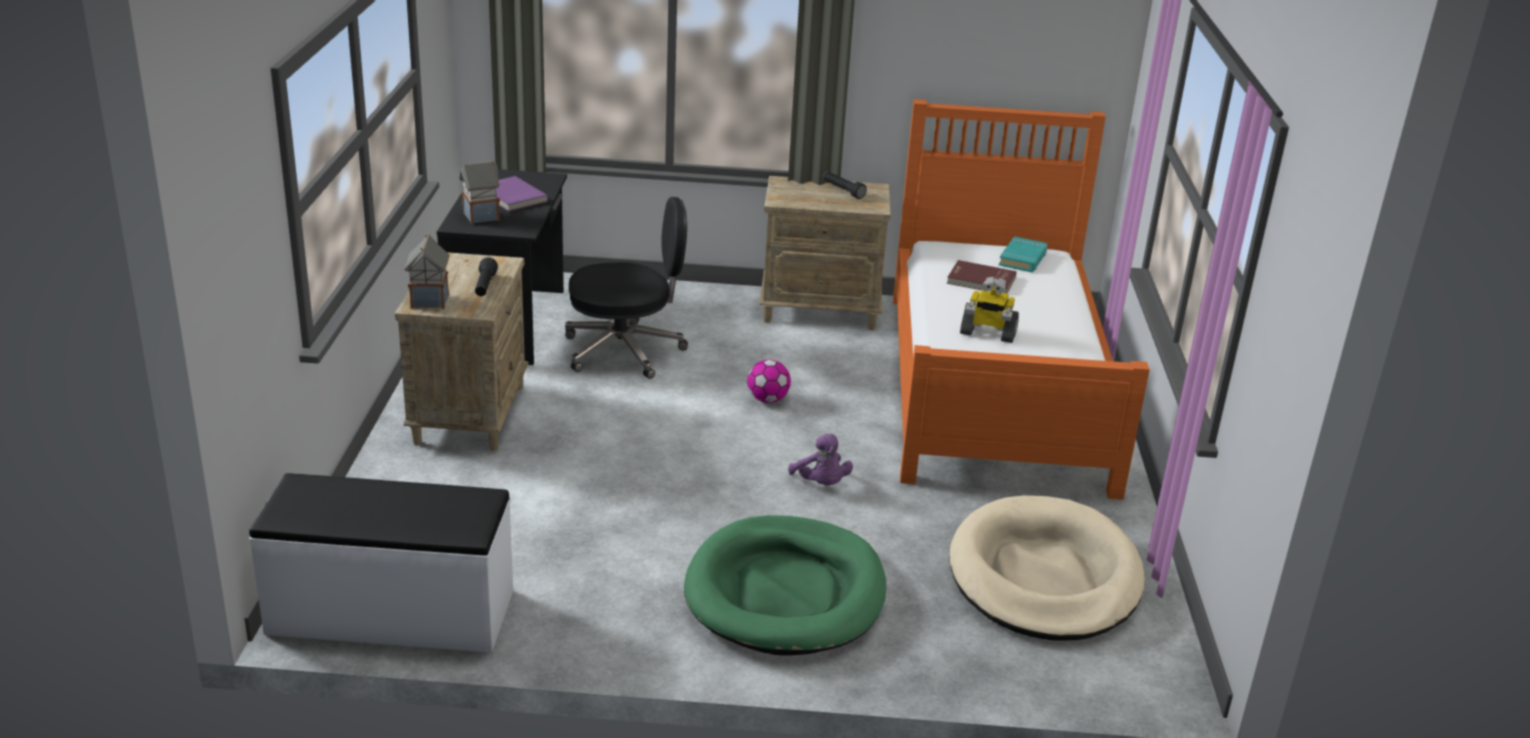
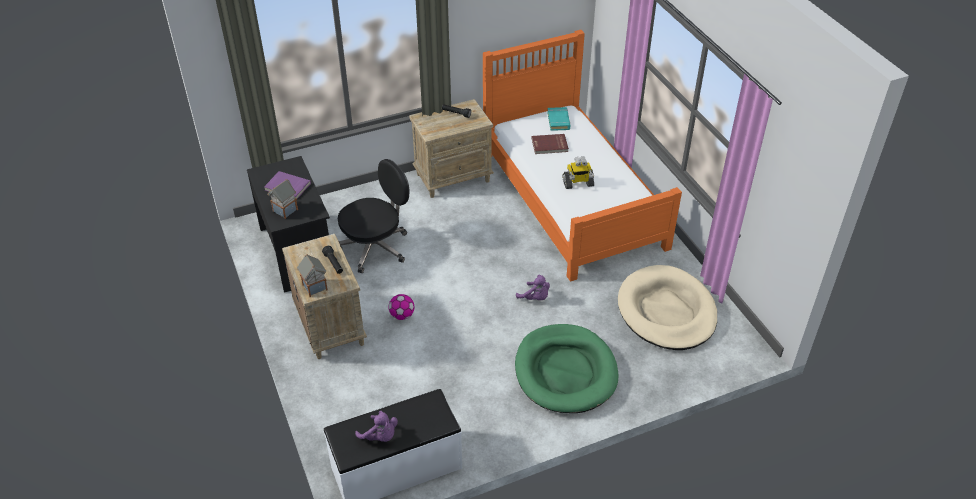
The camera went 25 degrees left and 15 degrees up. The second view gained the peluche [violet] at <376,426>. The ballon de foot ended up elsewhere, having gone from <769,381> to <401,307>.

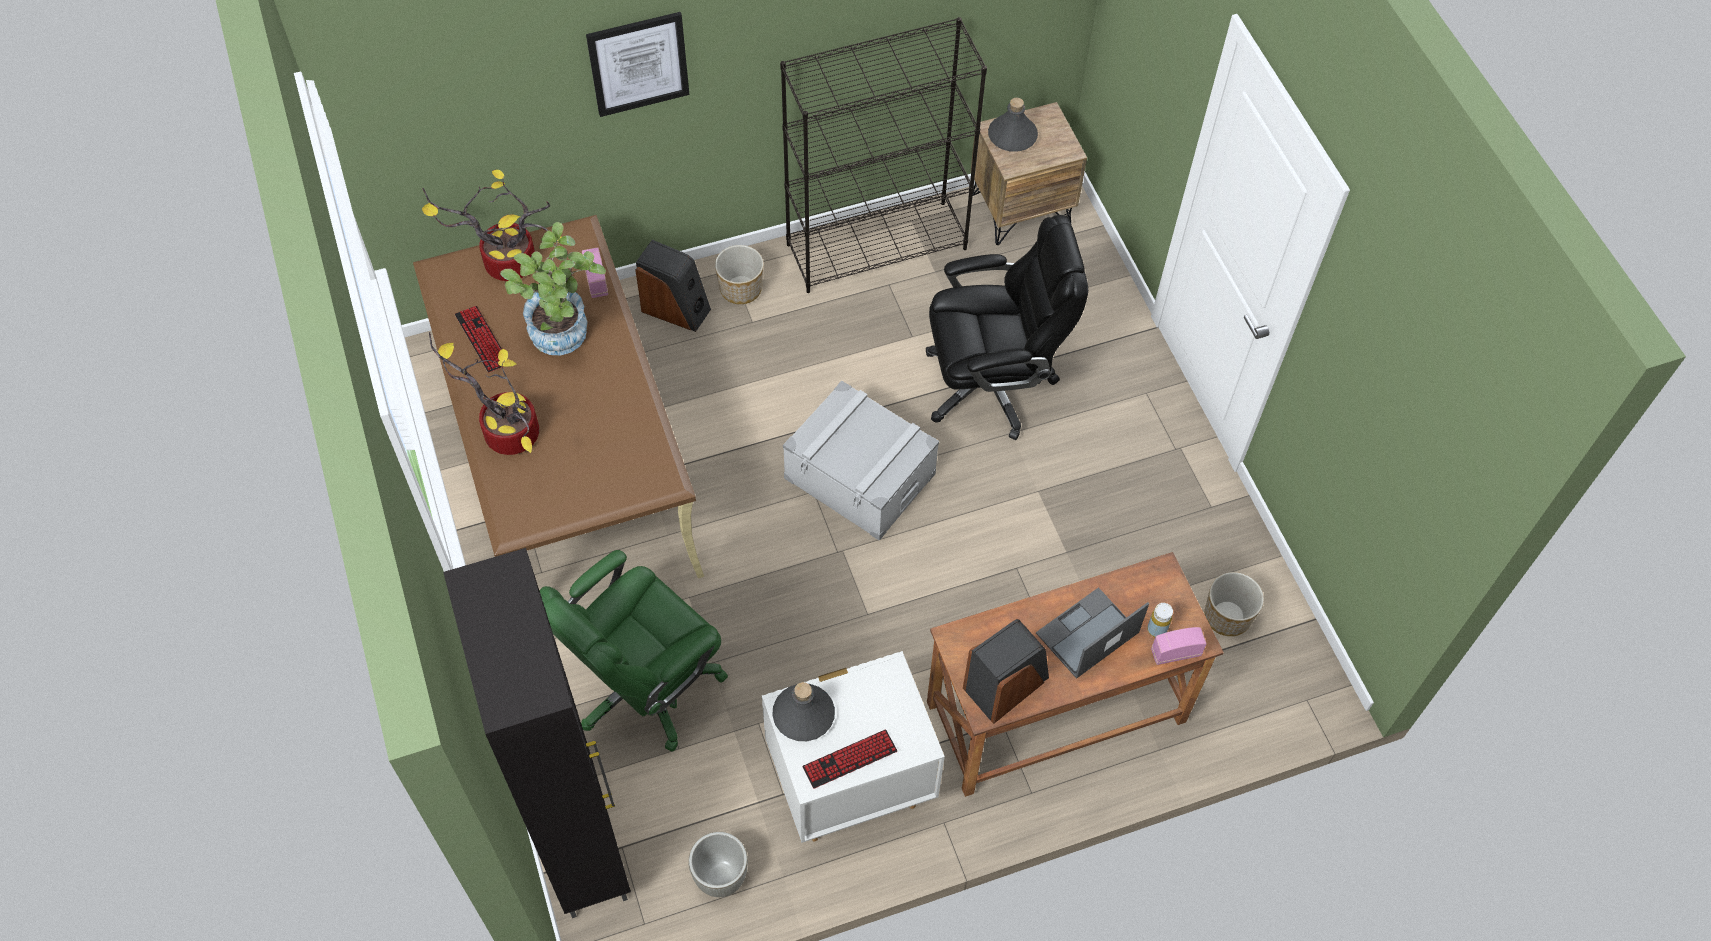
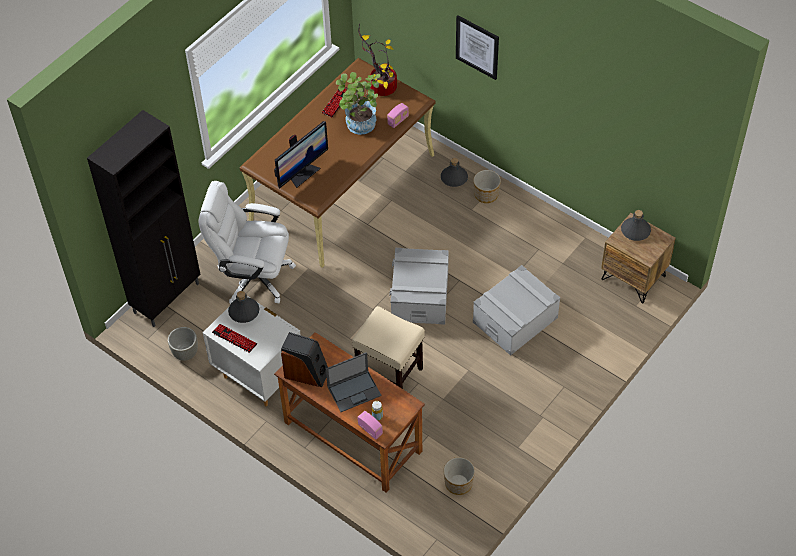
The camera went 60 degrees right and 5 degrees down. What was the chaise de bureau [vert] at <633,650> turned into the chaise de bureau [blanc] at <247,242>. The second view gained the écran d'ordinateur at <301,154>. The ordinateur portable at <1092,633> ended up facing another way, 135 degrees clockwise from before. The second view gained the tabouret [beige] at <388,347>. Where the enceinte stood at <673,286>, the bouteille [gris] came to stand at <454,172>. Where the chaise de bureau [noir] stood at <1007,327>, the boîte de rangement [gris] came to stand at <516,310>. The second view lost the plante en pot at <484,393>. The second view lost the bibliothèque [noir] at <883,155>.

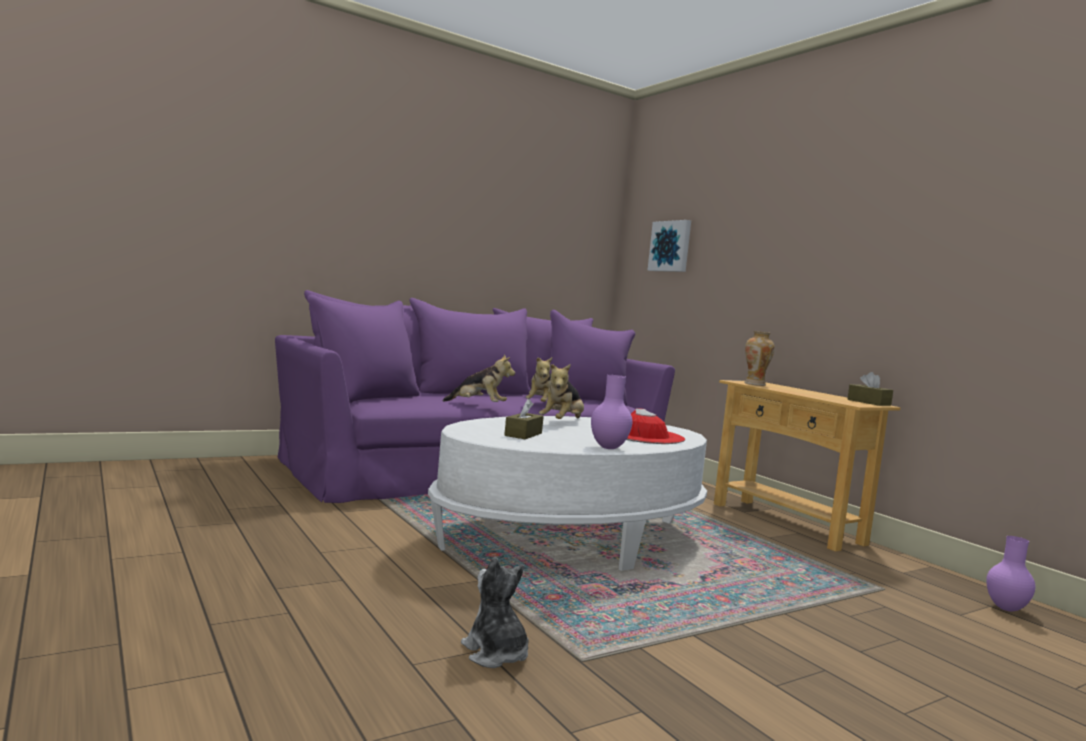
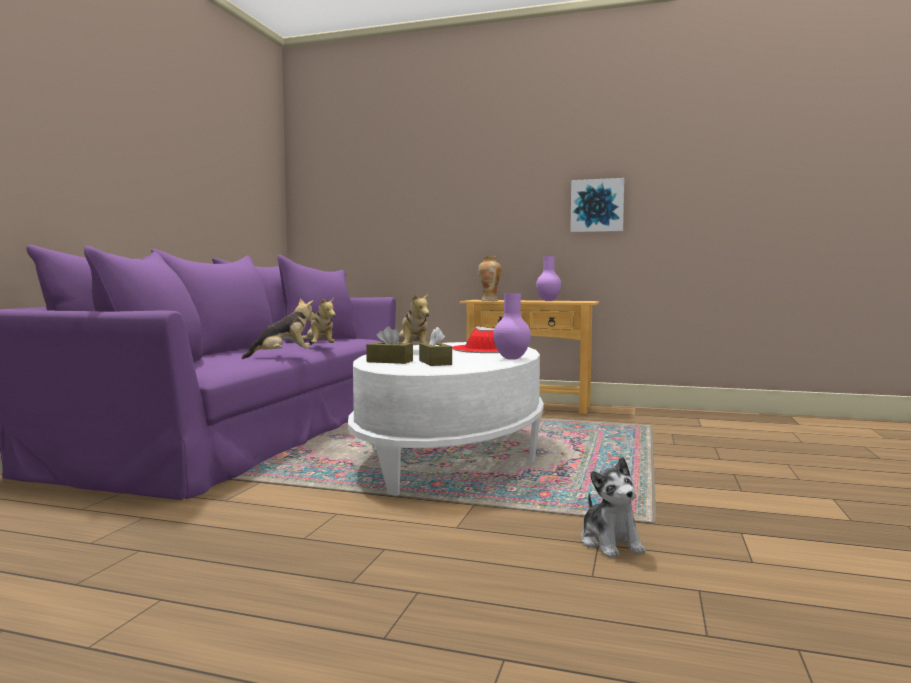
The camera went 40 degrees left and 0 degrees up. The boîte à mouchoirs [marron] ended up elsewhere, having gone from <870,389> to <389,345>. The vase [violet] ended up elsewhere, having gone from <1011,574> to <548,278>. The tableau ended up elsewhere, having gone from <669,246> to <597,205>. The peluche at <495,612> ended up facing another way, 120 degrees counterclockwise from before.

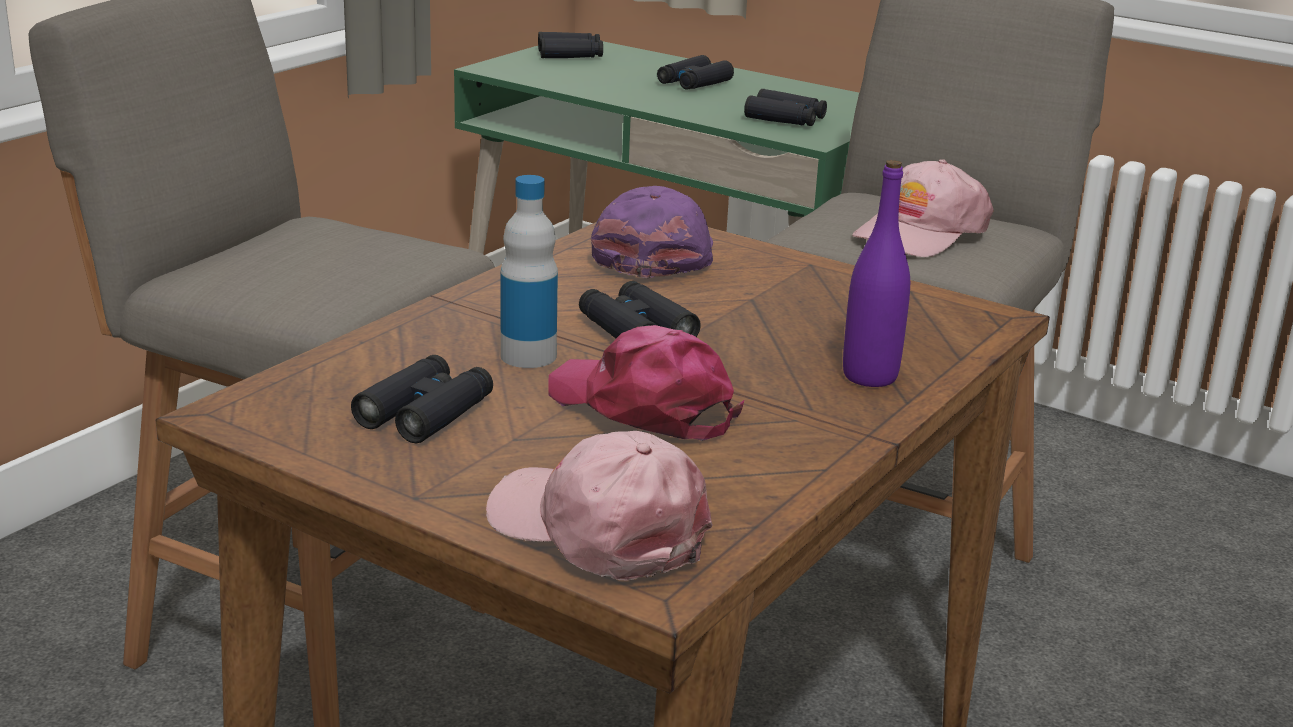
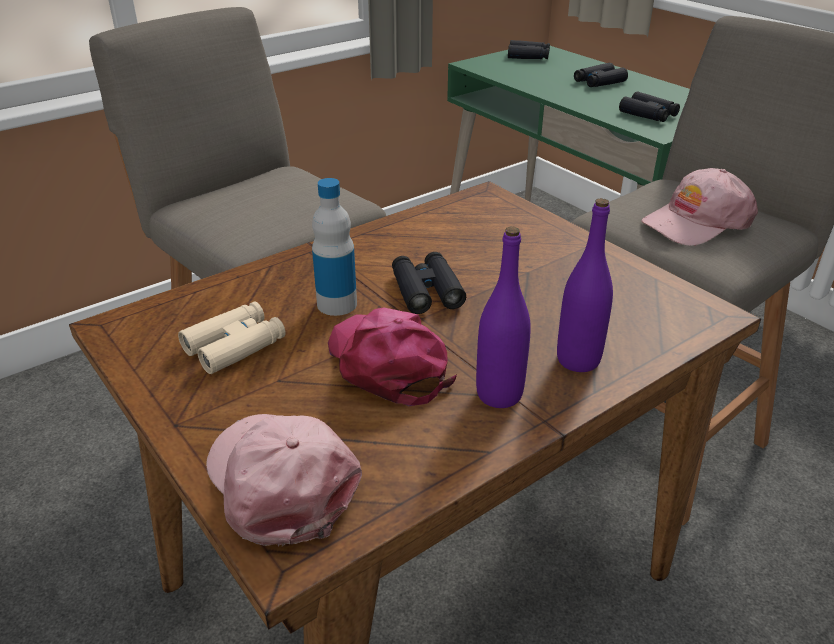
The camera went 20 degrees right and 10 degrees up. What was the jumelles [noir] at <422,399> turned into the jumelles [beige] at <232,338>. The second view gained the bouteille [violet] at <503,317>. The second view lost the casquette [violet] at <652,232>.

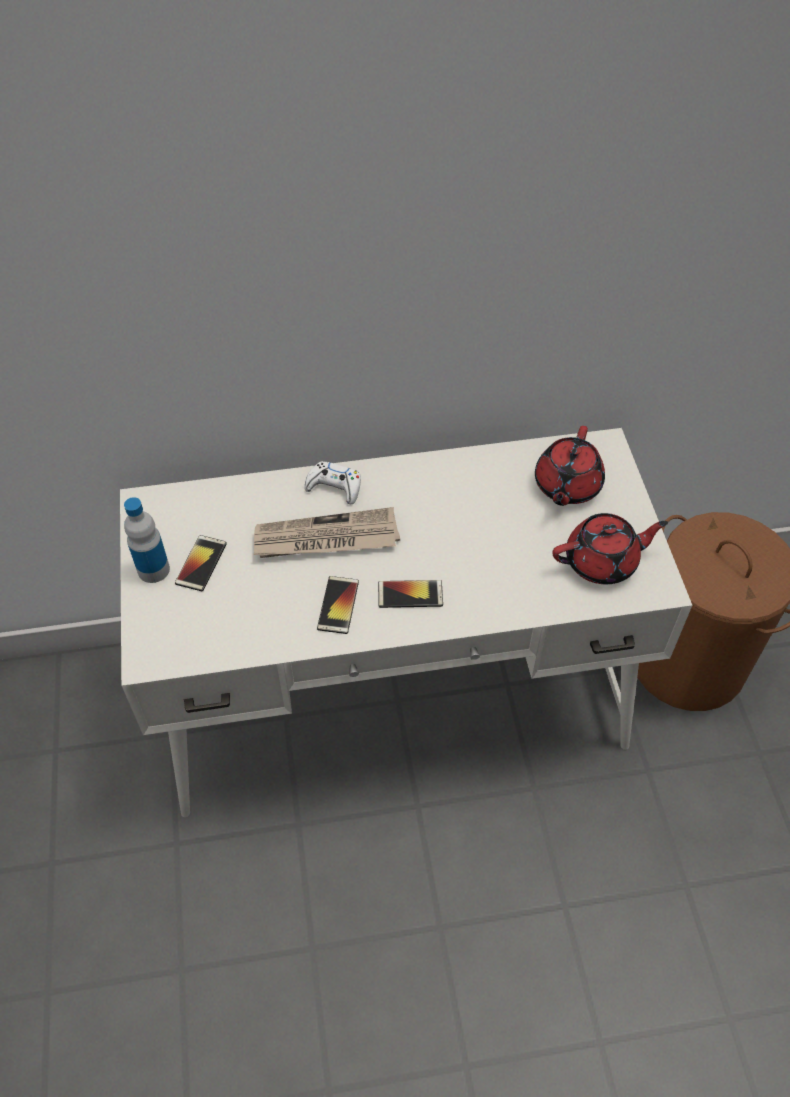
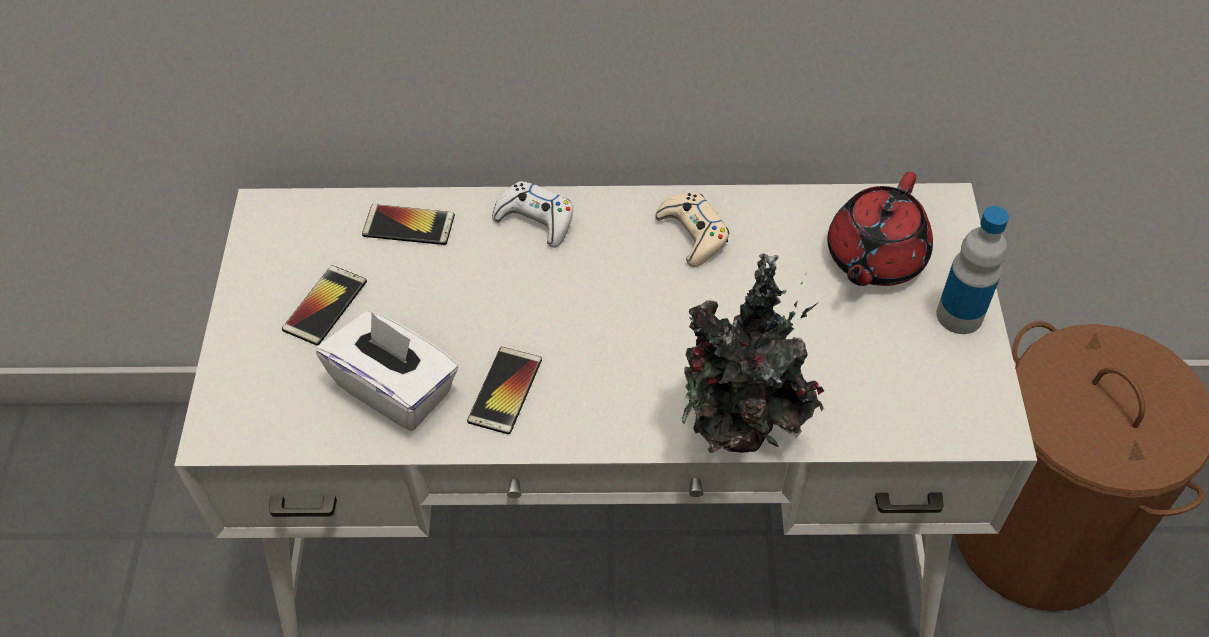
The camera went 10 degrees right and 0 degrees up. The second view gained the boîte à mouchoirs [blanc] at <387,371>. The téléphone ended up elsewhere, having gone from <410,594> to <408,224>. The second view gained the manette [beige] at <692,229>. The second view gained the plante en pot at <752,353>. The bouteille ended up elsewhere, having gone from <147,540> to <972,270>. The second view lost the journal at <327,532>. The second view lost the théière [rouge] at <610,548>.

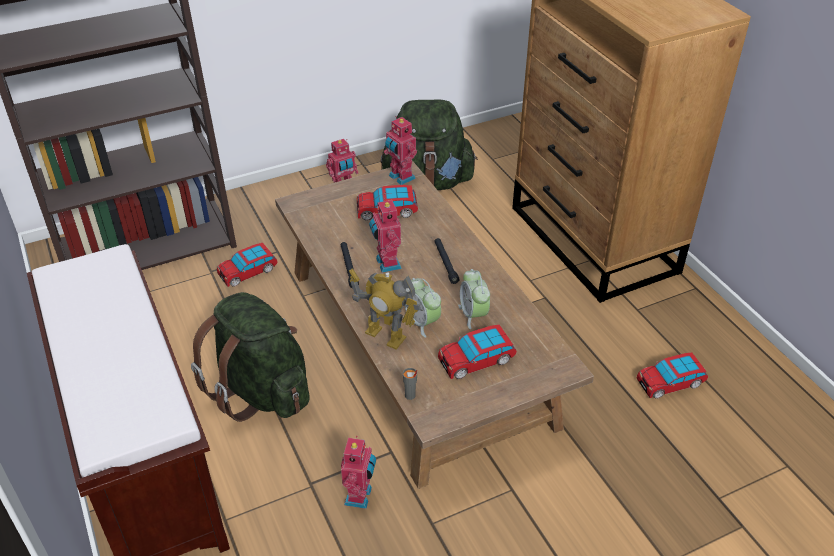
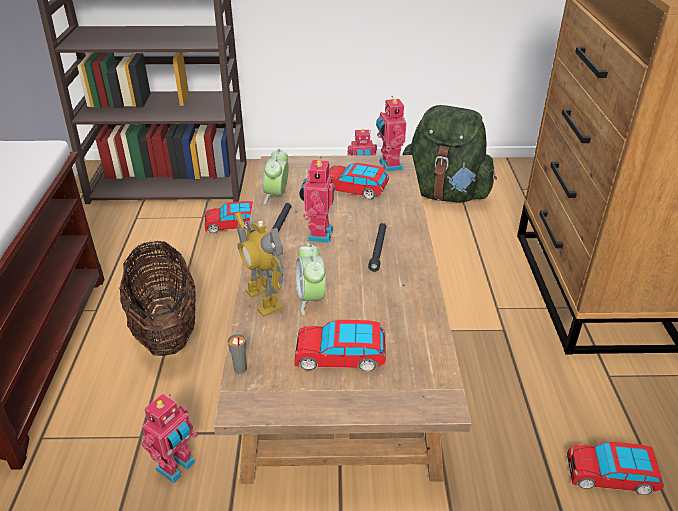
The camera went 25 degrees right and 5 degrees down. Where the sac à dos [vert] stood at <250,357>, the panier came to stand at <157,298>. The réveil ended up elsewhere, having gone from <474,299> to <276,176>.

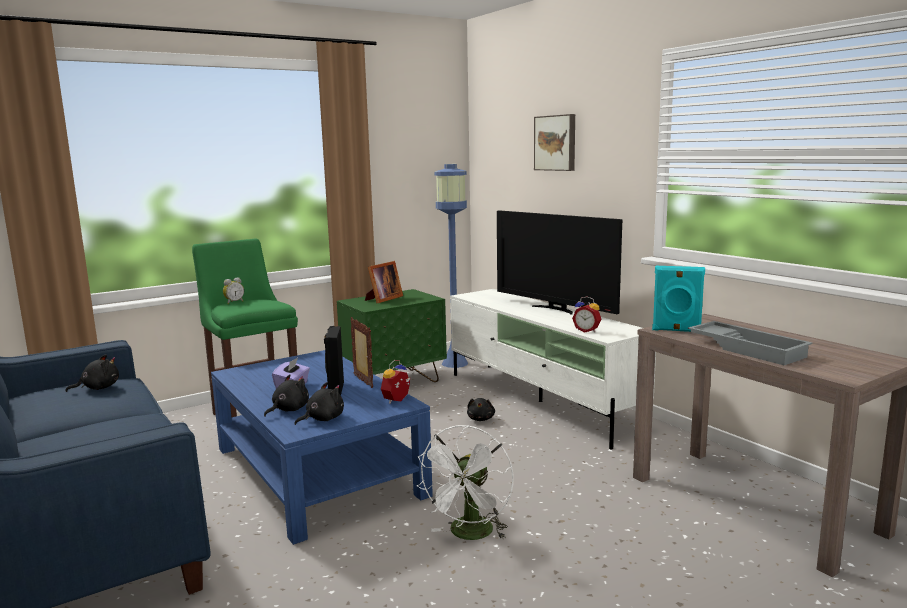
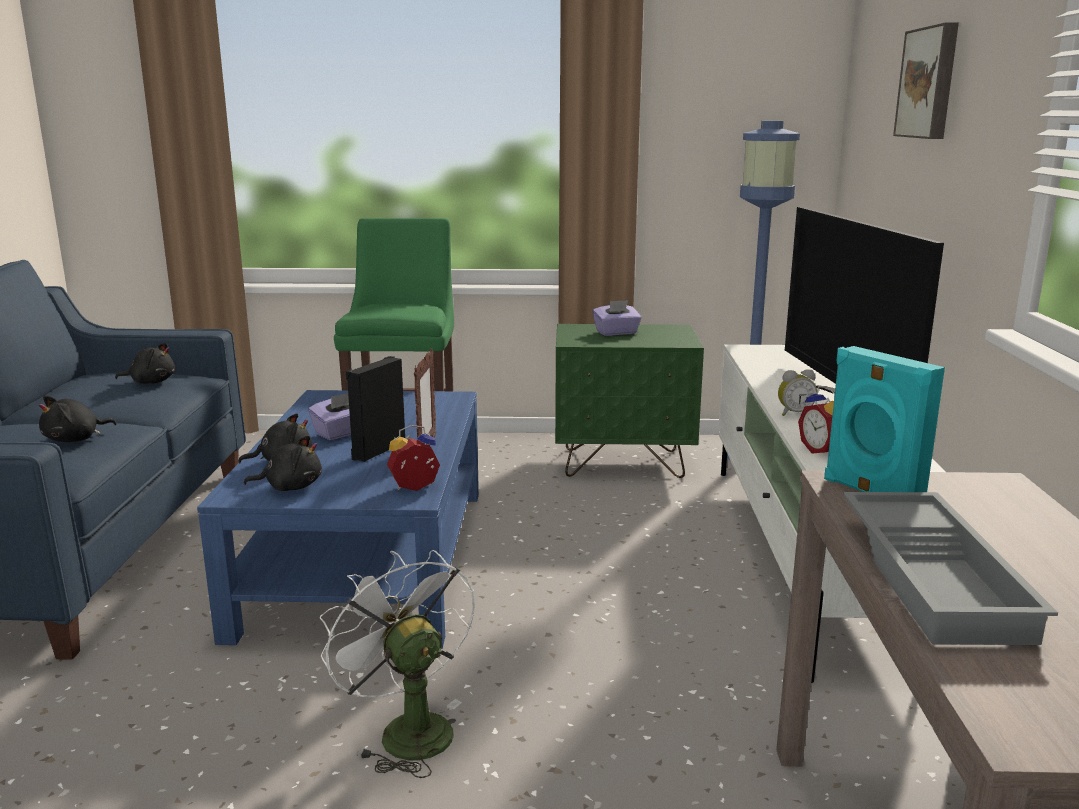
The camera went 35 degrees right and 5 degrees up. The peluche [noir] ended up elsewhere, having gone from <481,409> to <78,419>. The ventilateur [blanc] at <464,482> ended up facing another way, 90 degrees clockwise from before. Where the cadre photo stood at <384,282>, the boîte à mouchoirs [violet] came to stand at <617,318>. The réveil ended up elsewhere, having gone from <233,290> to <797,392>.

